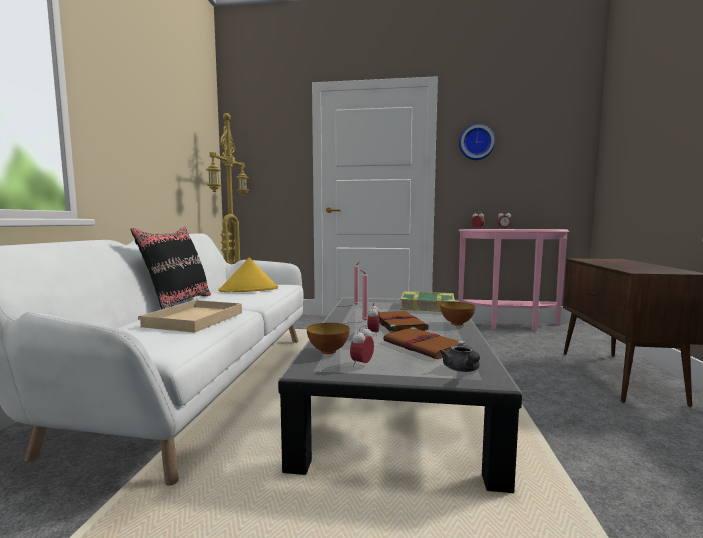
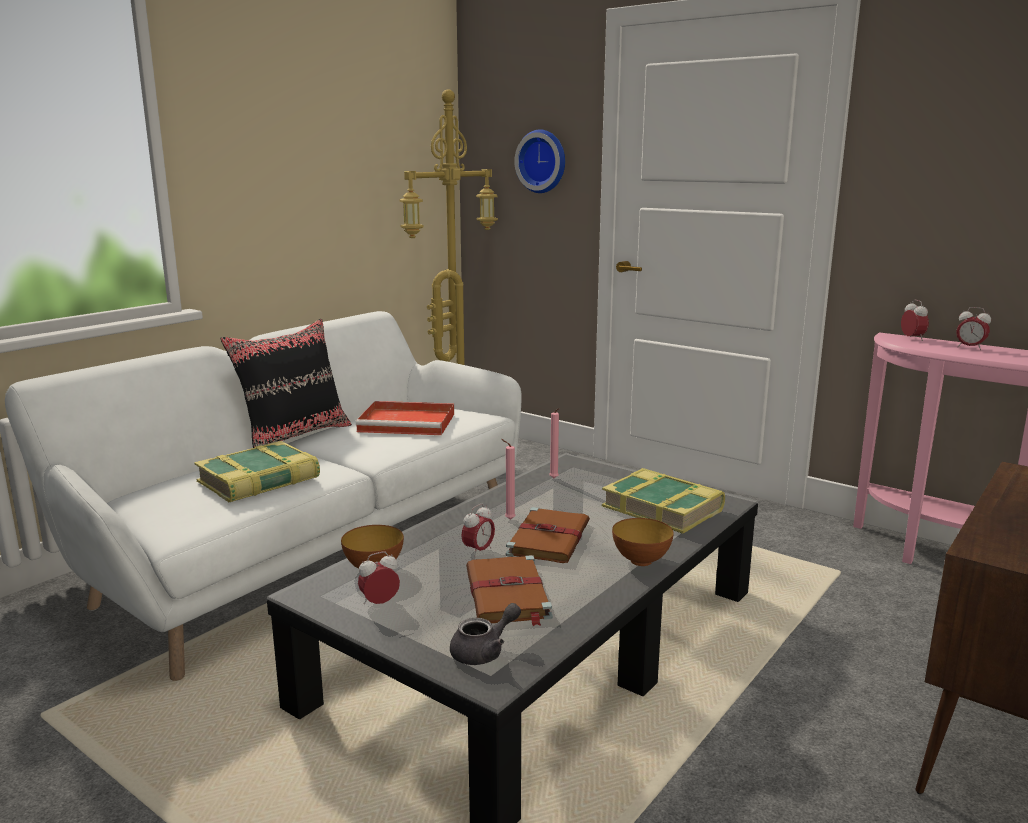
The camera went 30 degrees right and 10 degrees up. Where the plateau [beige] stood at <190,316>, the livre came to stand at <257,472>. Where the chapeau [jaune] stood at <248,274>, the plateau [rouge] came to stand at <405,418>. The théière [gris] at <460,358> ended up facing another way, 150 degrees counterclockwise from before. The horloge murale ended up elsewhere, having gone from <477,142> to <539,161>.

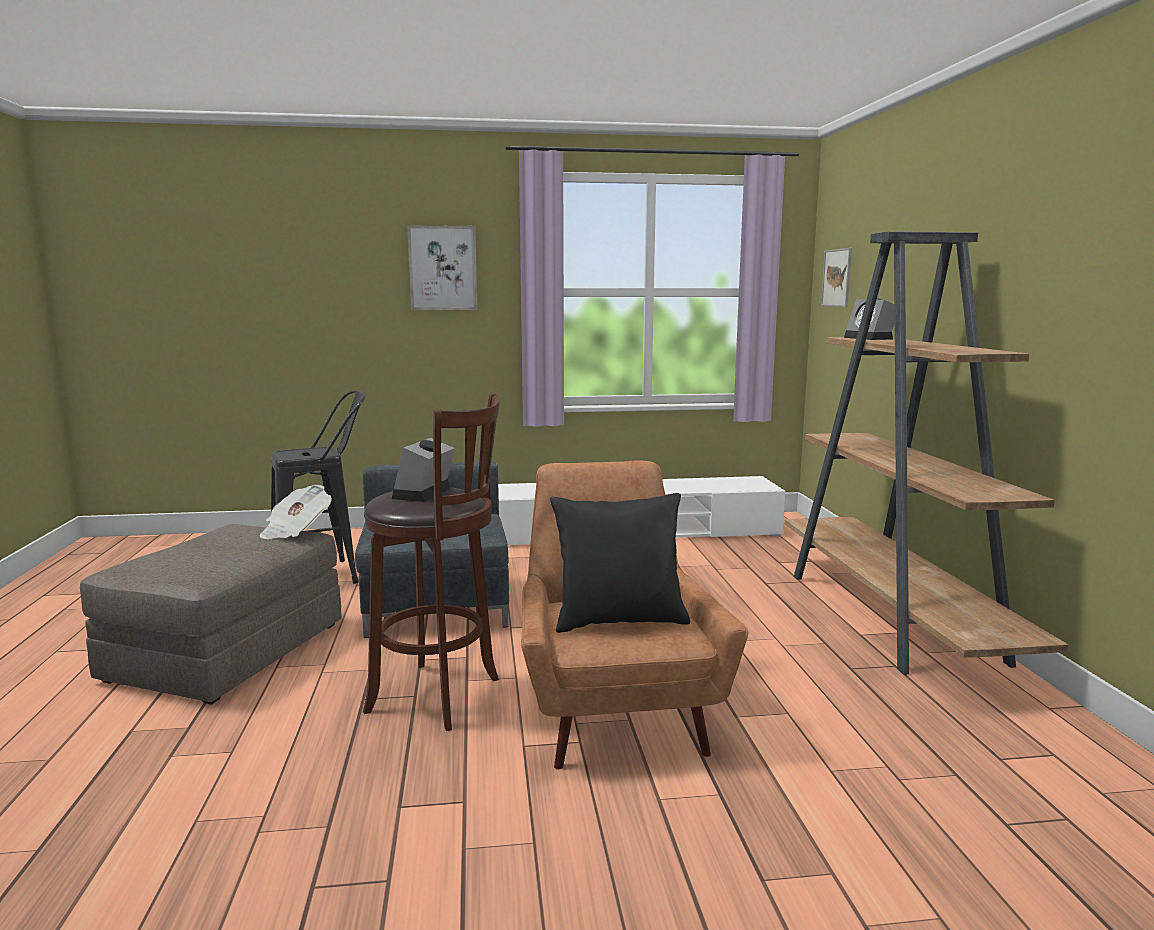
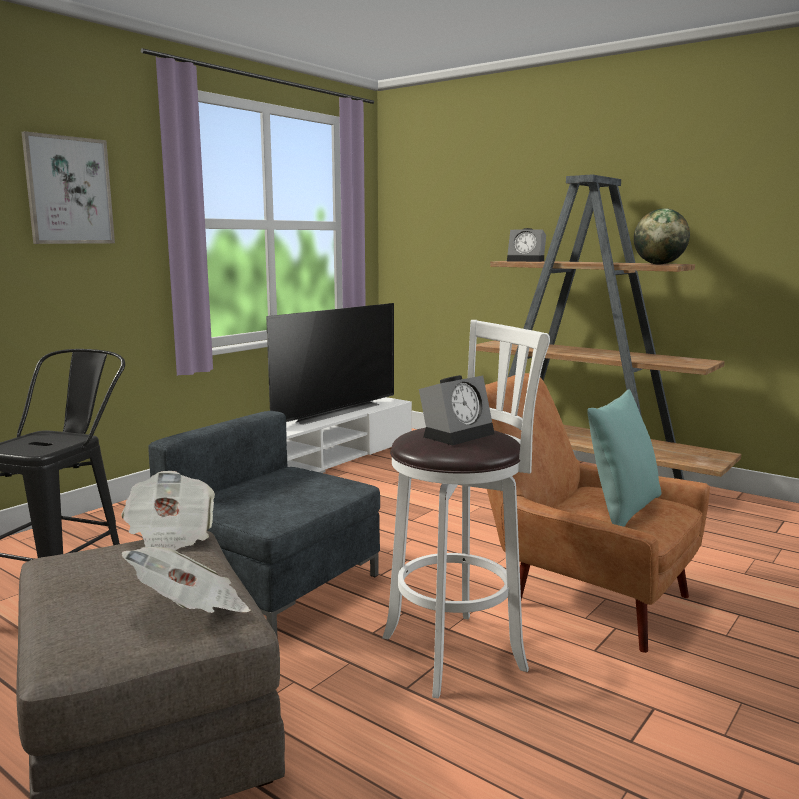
The camera went 45 degrees left and 0 degrees up. The second view gained the journal at <186,580>. The second view gained the téléviseur at <330,364>. What was the tabouret [marron] at <431,562> turned into the tabouret [blanc] at <466,509>. The réveil at <423,470> ended up facing another way, 105 degrees counterclockwise from before. What was the coussin [noir] at <620,563> turned into the coussin [turquoise] at <624,458>. The second view gained the globe at <662,236>. The second view lost the tableau at <836,277>.

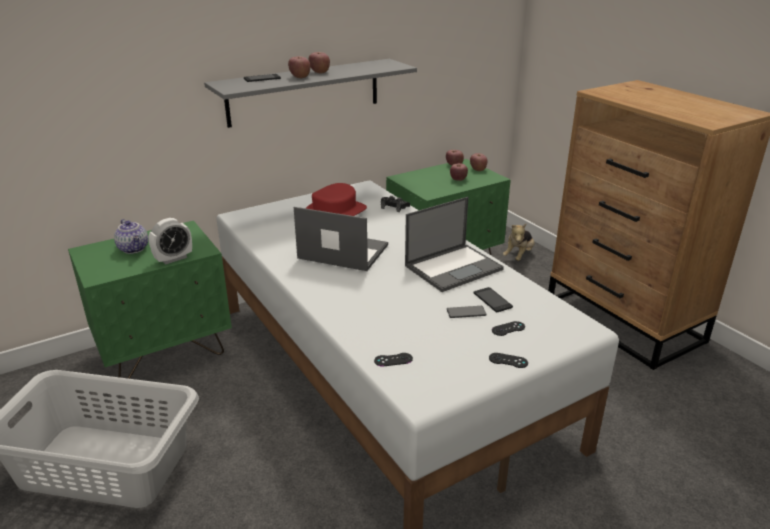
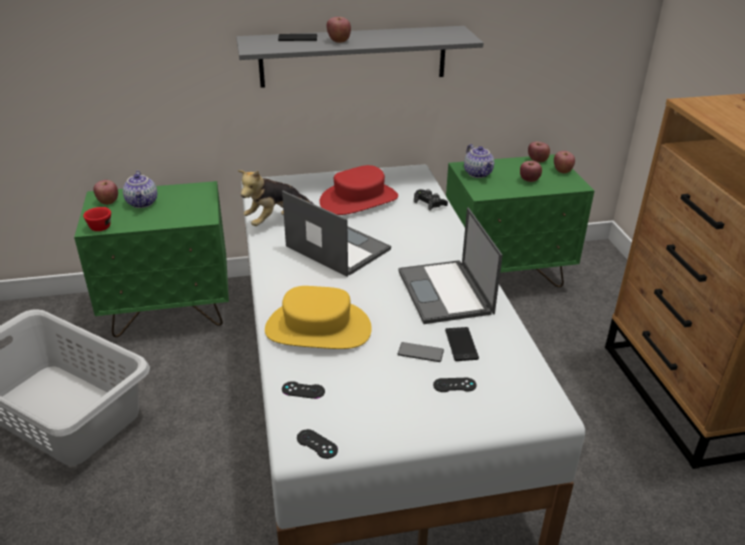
The camera went 20 degrees right and 5 degrees up. The second view gained the tasse [rouge] at <97,219>. The pomme ended up elsewhere, having gone from <319,62> to <105,192>. The peluche ended up elsewhere, having gone from <519,242> to <275,198>. The second view gained the chapeau [jaune] at <318,317>. The manette [noir] ended up elsewhere, having gone from <508,360> to <317,444>. The ordinateur portable at <454,244> ended up facing another way, 90 degrees clockwise from before. The second view gained the théière at <479,161>. The second view lost the réveil at <170,241>.

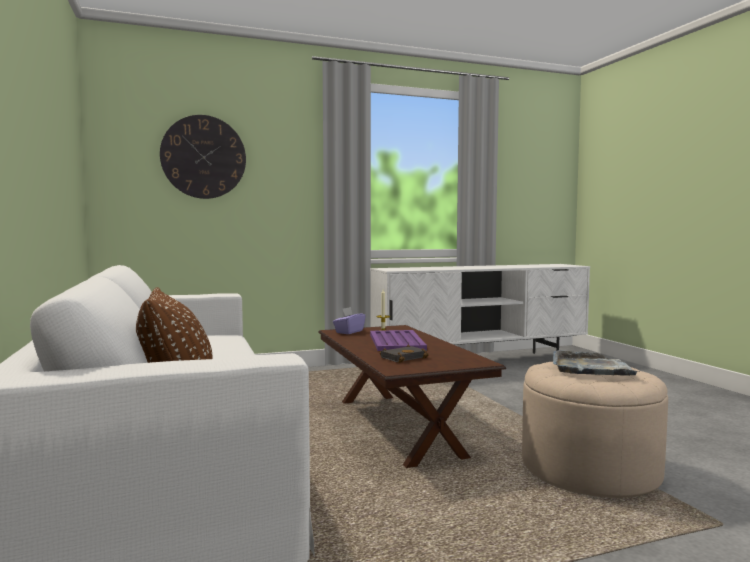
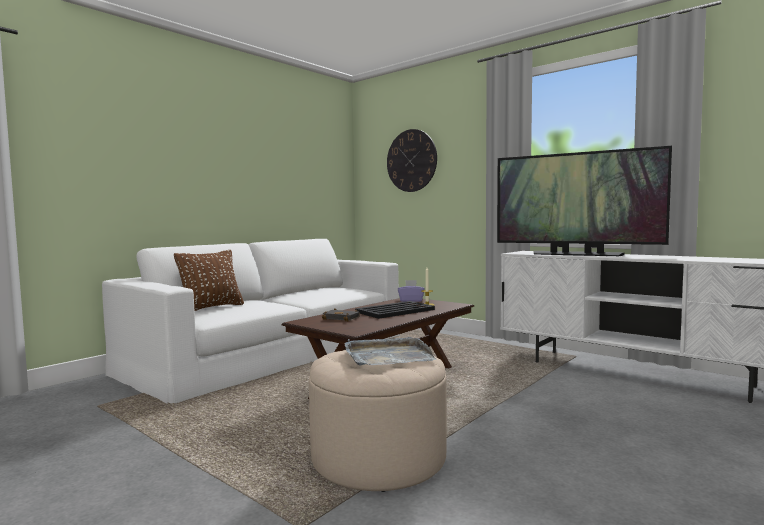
The camera went 60 degrees right and 0 degrees up. What was the plateau [violet] at <398,340> turned into the plateau [noir] at <395,310>. The second view gained the téléviseur at <584,201>.

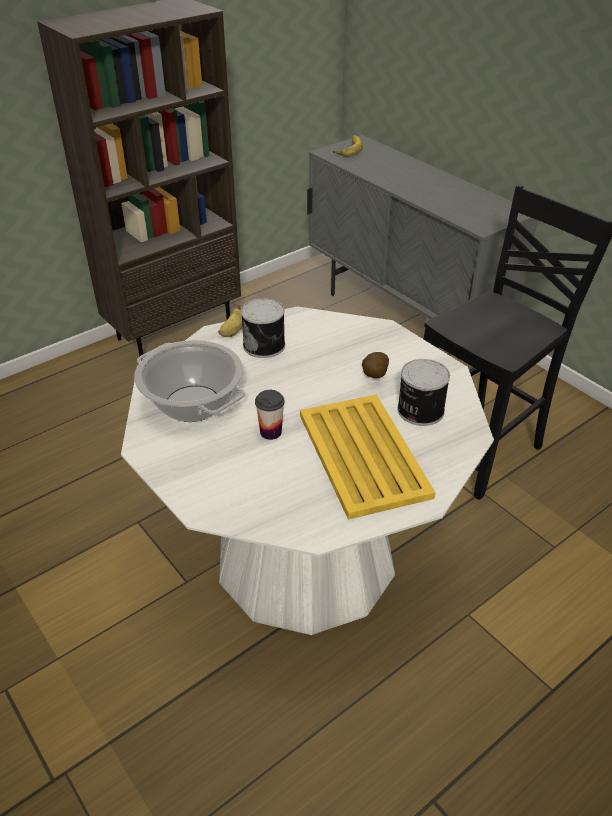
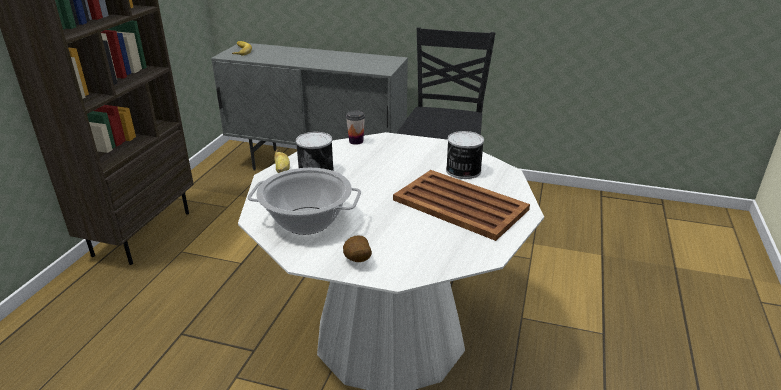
The camera went 35 degrees left and 10 degrees down. The pomme de terre ended up elsewhere, having gone from <375,365> to <357,248>. The tasse ended up elsewhere, having gone from <270,415> to <355,127>. What was the plateau [jaune] at <368,457> turned into the plateau [marron] at <461,205>.

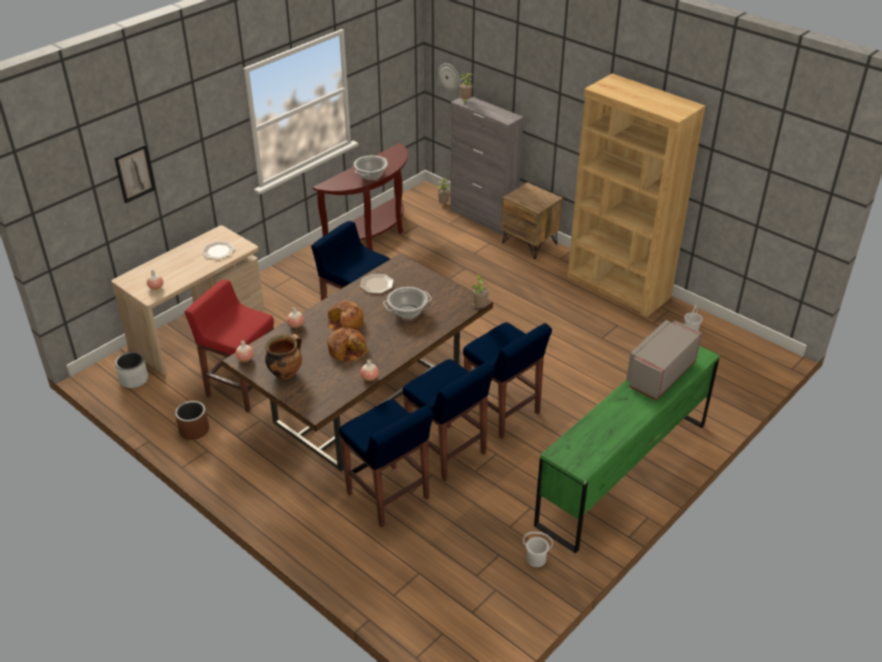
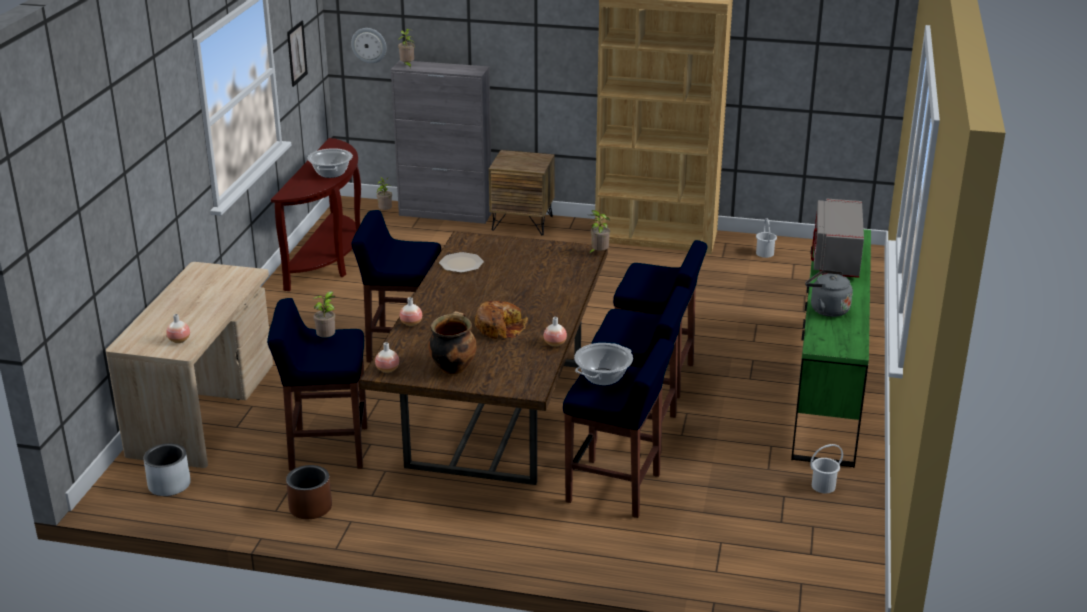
The camera went 30 degrees left and 10 degrees down. What was the tabouret [rouge] at <229,346> turned into the tabouret [bleu] at <317,384>. The tableau ended up elsewhere, having gone from <134,174> to <297,54>. The second view gained the plante en pot at <323,314>. The marmite ended up elsewhere, having gone from <407,302> to <603,364>. The second view gained the bouilloire [gris] at <829,293>. The second view lost the assiette at <218,250>. The second view lost the pain at <345,316>.

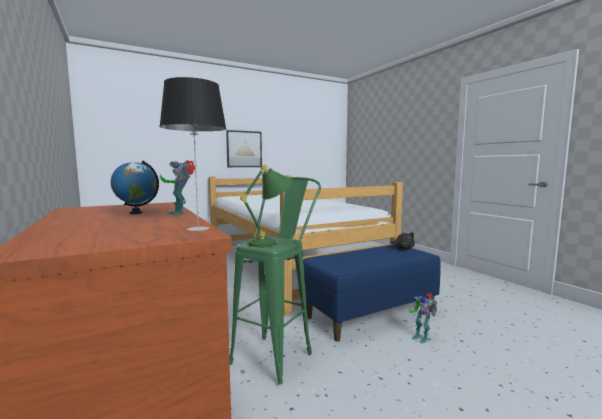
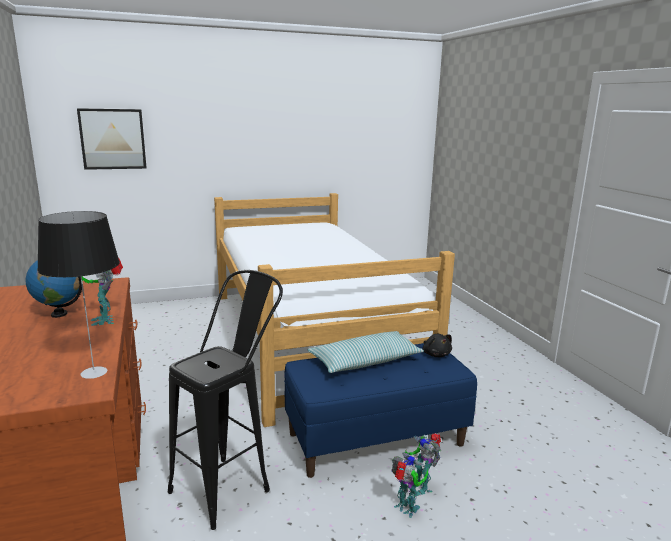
The camera went 10 degrees right and 10 degrees up. The tableau ended up elsewhere, having gone from <244,148> to <112,139>. What was the tabouret [vert] at <275,281> turned into the tabouret [noir] at <225,400>. The second view gained the coussin at <365,352>. The second view gained the robot jouet at <409,485>. The second view lost the lampe de table [vert] at <266,206>.

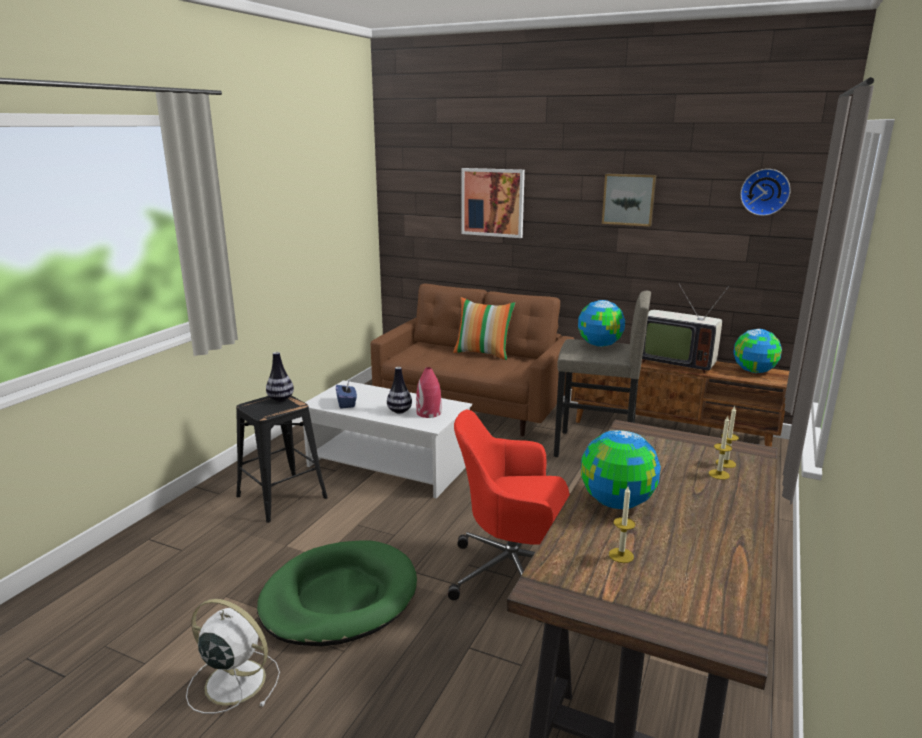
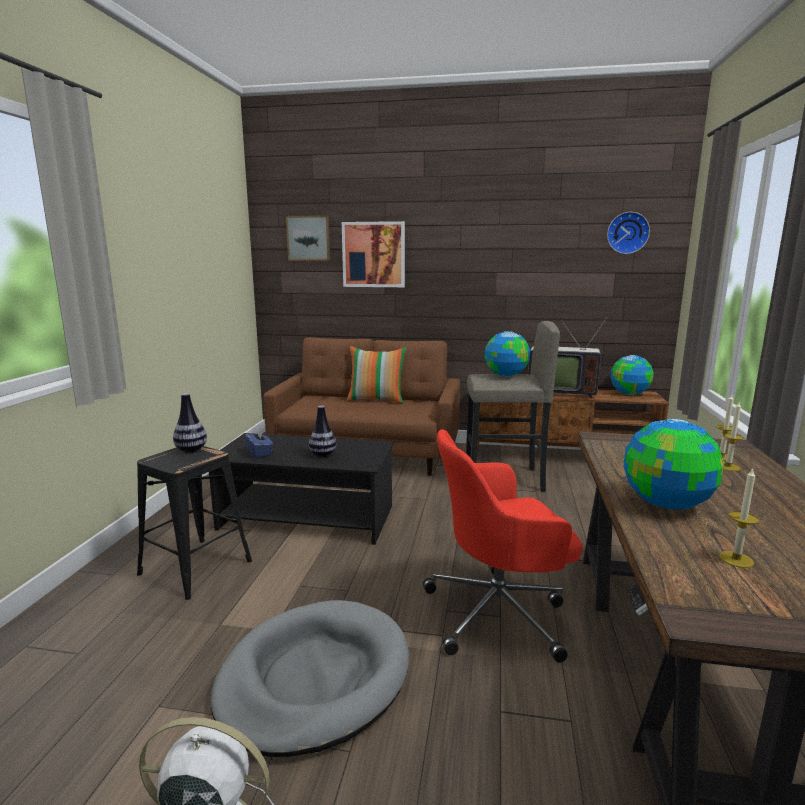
The camera went 15 degrees left and 5 degrees down. What was the table basse [blanc] at <387,439> turned into the table basse [noir] at <301,489>. What was the panier pour chien [vert] at <337,593> turned into the panier pour chien [gris] at <310,678>. The tableau ended up elsewhere, having gone from <629,200> to <308,238>. The second view lost the vase [rouge] at <429,392>.

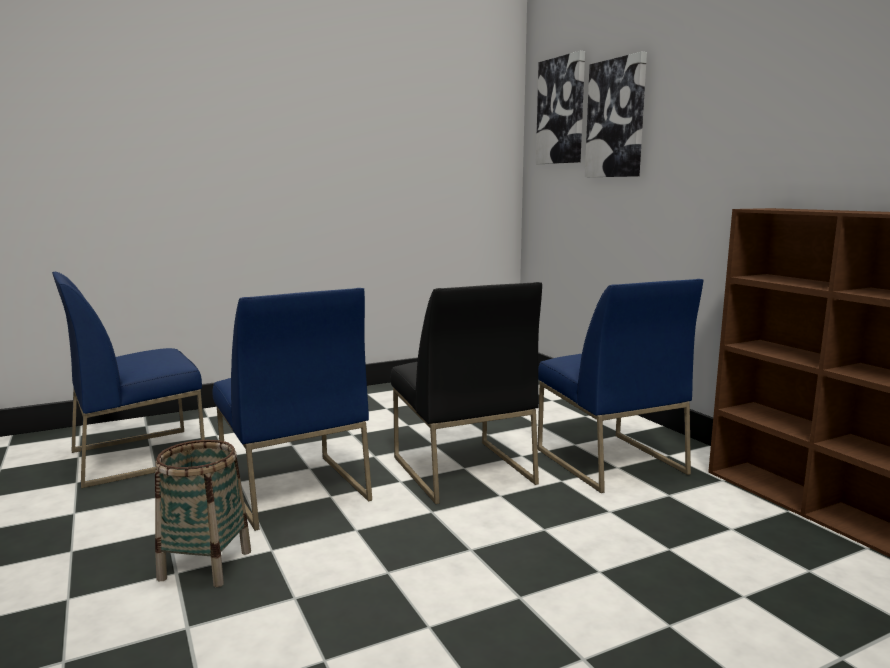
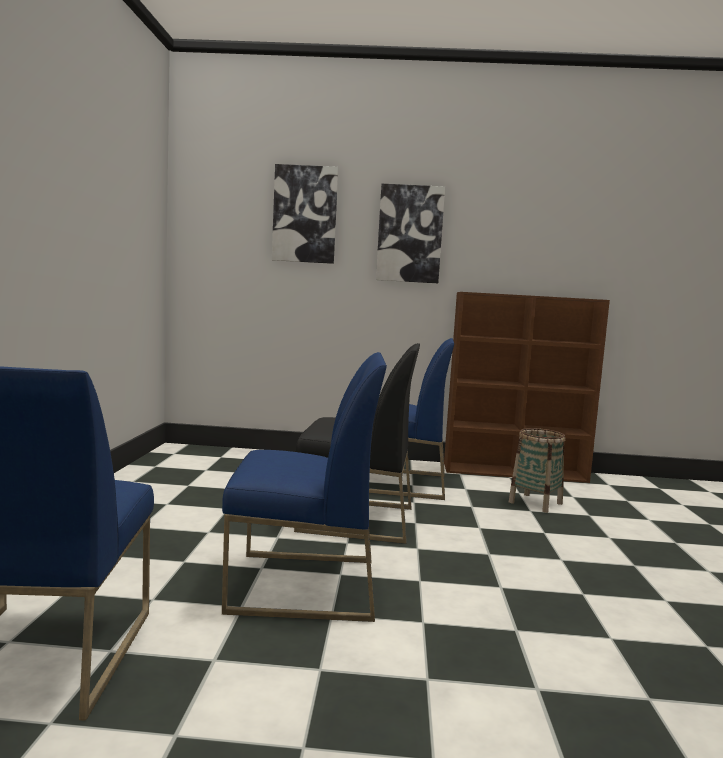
The camera went 60 degrees left and 5 degrees down. The tableau ended up elsewhere, having gone from <560,107> to <410,233>. The panier ended up elsewhere, having gone from <203,513> to <537,470>.

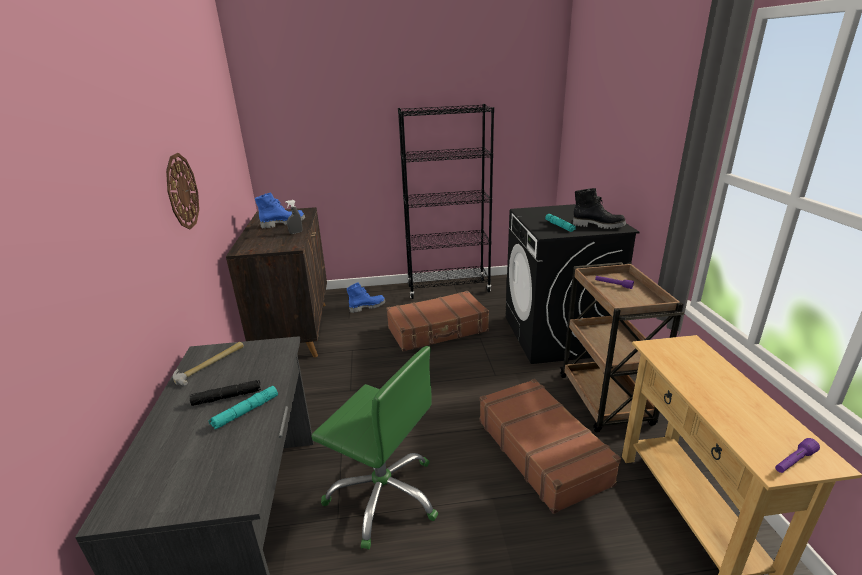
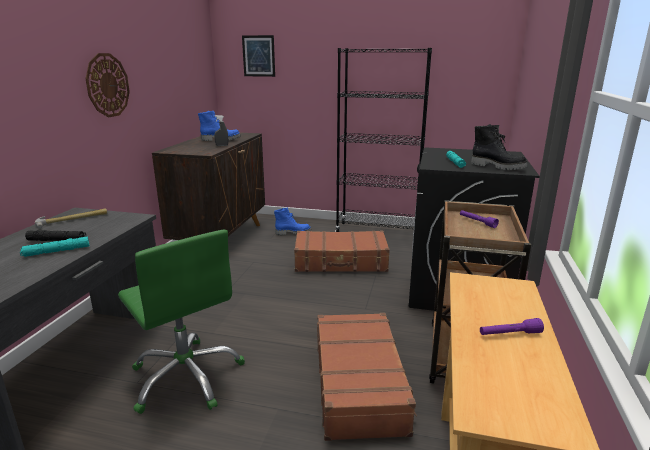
The camera went 20 degrees right and 5 degrees down. The second view gained the tableau at <258,56>. The lampe de poche [violet] ended up elsewhere, having gone from <797,455> to <512,326>.

